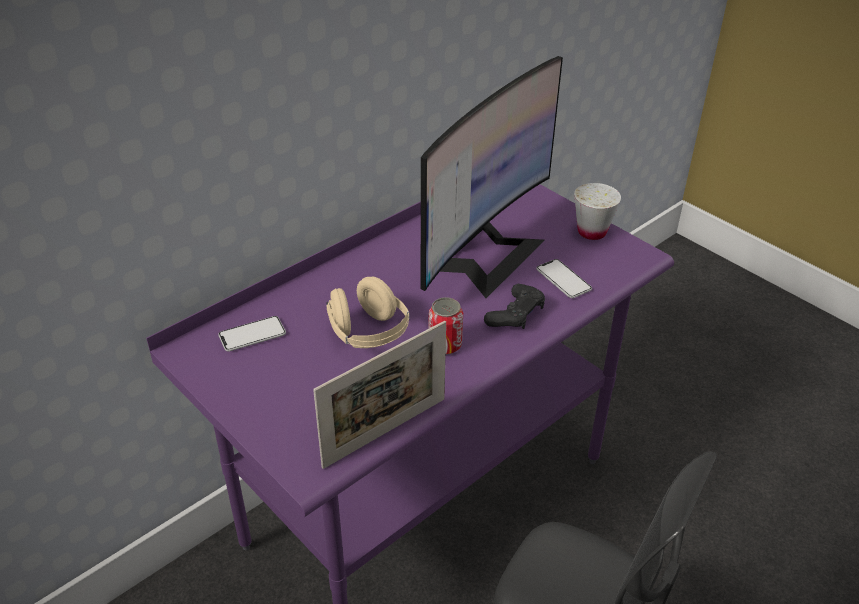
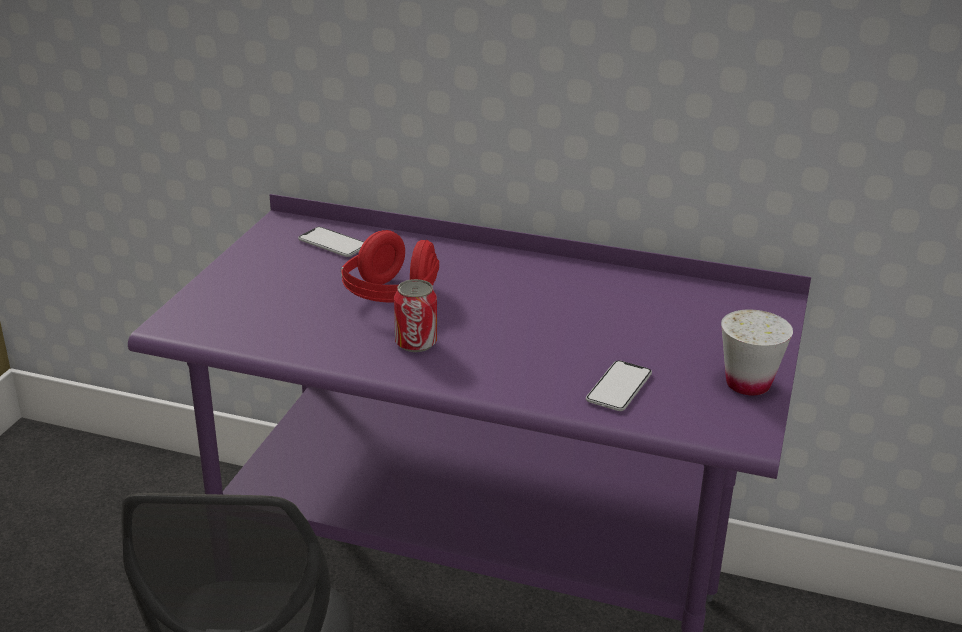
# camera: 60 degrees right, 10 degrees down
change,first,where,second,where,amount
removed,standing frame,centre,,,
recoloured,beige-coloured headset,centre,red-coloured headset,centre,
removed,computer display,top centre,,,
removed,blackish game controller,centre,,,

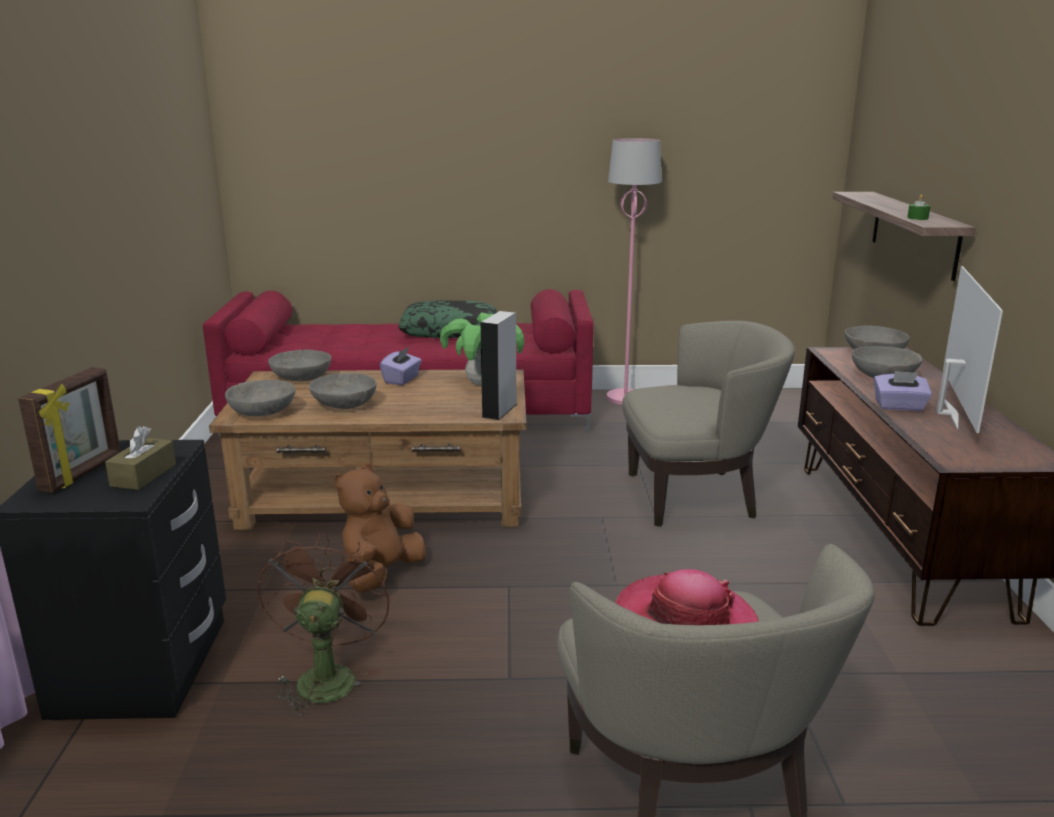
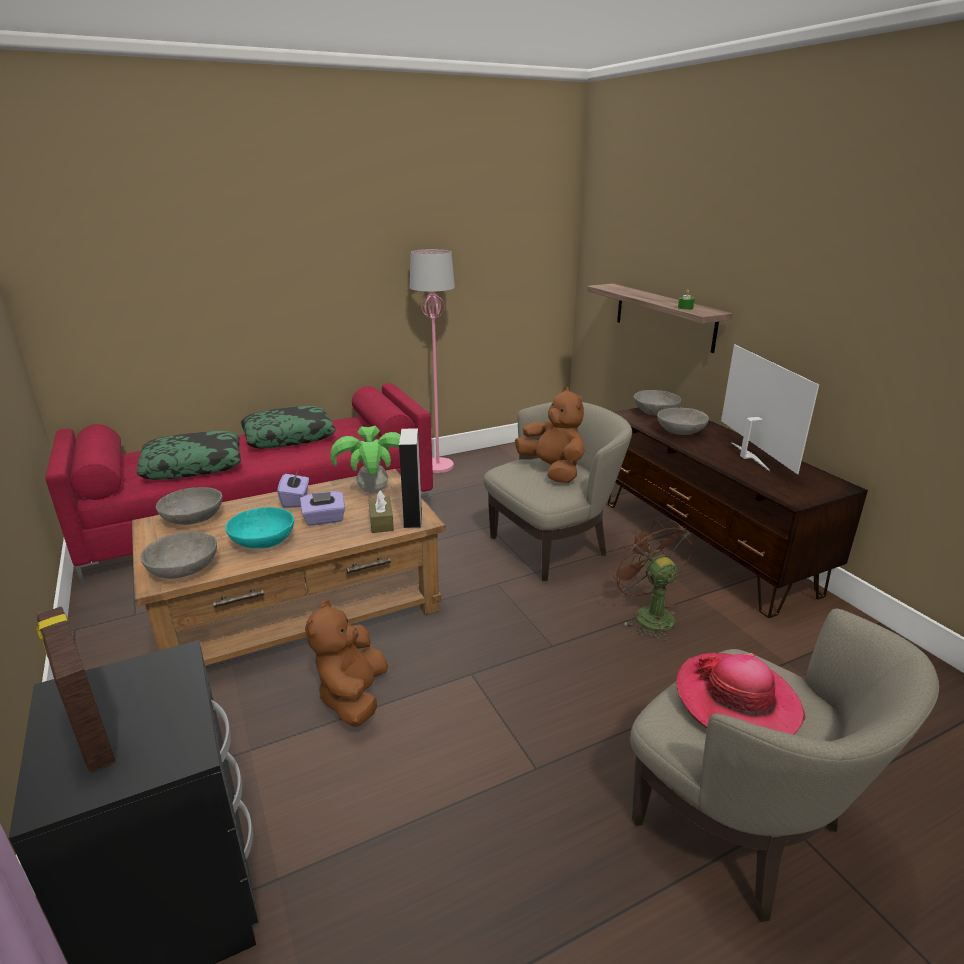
# camera: 25 degrees left, 5 degrees up
change,first,where,second,where,amount
turned,standing frame,middle left,,bottom left,150 degrees clockwise
moved,brown-coloured tissue box,middle left,,centre,
moved,brown-coloured cooling fan,bottom left,,middle right,
recoloured,gray serving bowl (3rd from left),middle left,turquoise-coloured serving bowl,middle left,
moved,purple-coloured tissue box (2nd from left),middle right,,centre,
added,,,pillow (1st from left),middle left,
added,,,brown-coloured plush toy (2nd from left),centre,

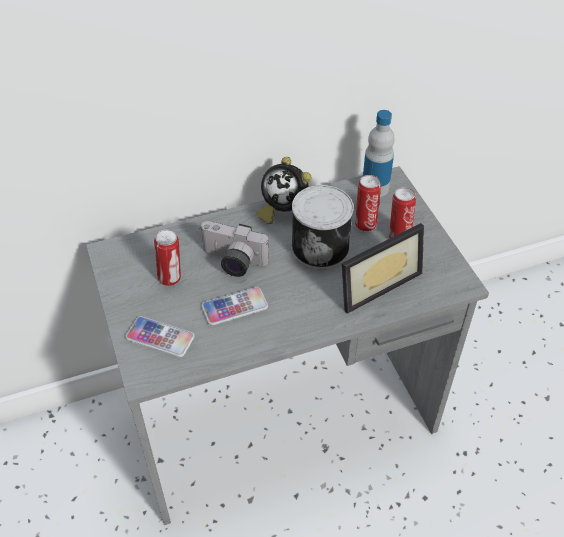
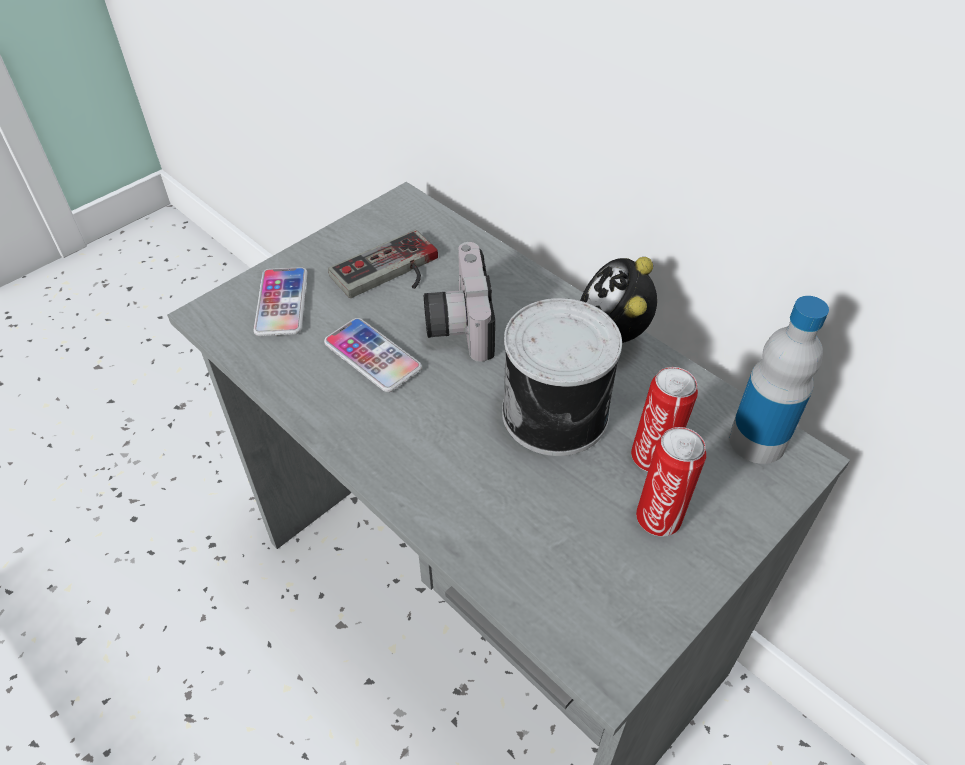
# camera: 65 degrees right, 0 degrees up
change,first,where,second,where,amount
replaced,metal can (1st from left),middle left,game controller,centre,
removed,standing frame,middle right,,,

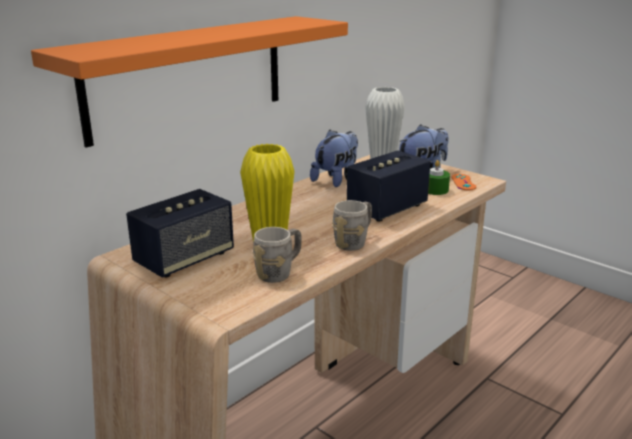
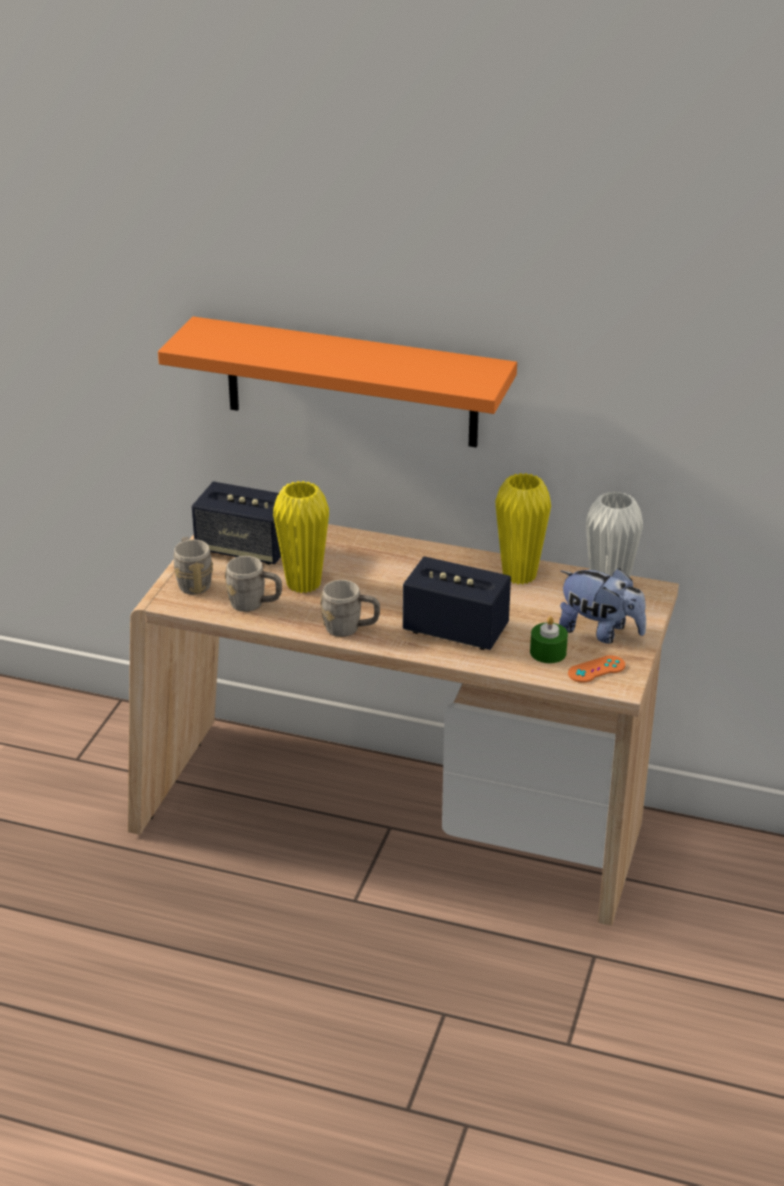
# camera: 65 degrees right, 10 degrees up
change,first,where,second,where,amount
replaced,plush toy (1st from left),centre,yellow-coloured decorative vase (2nd from left),middle right,
added,,,gray coffee mug (1st from left),middle left,

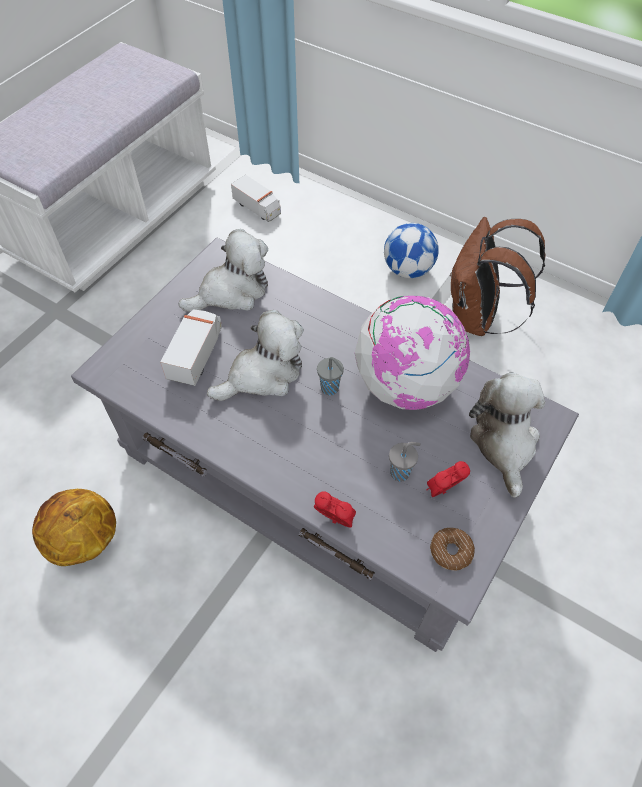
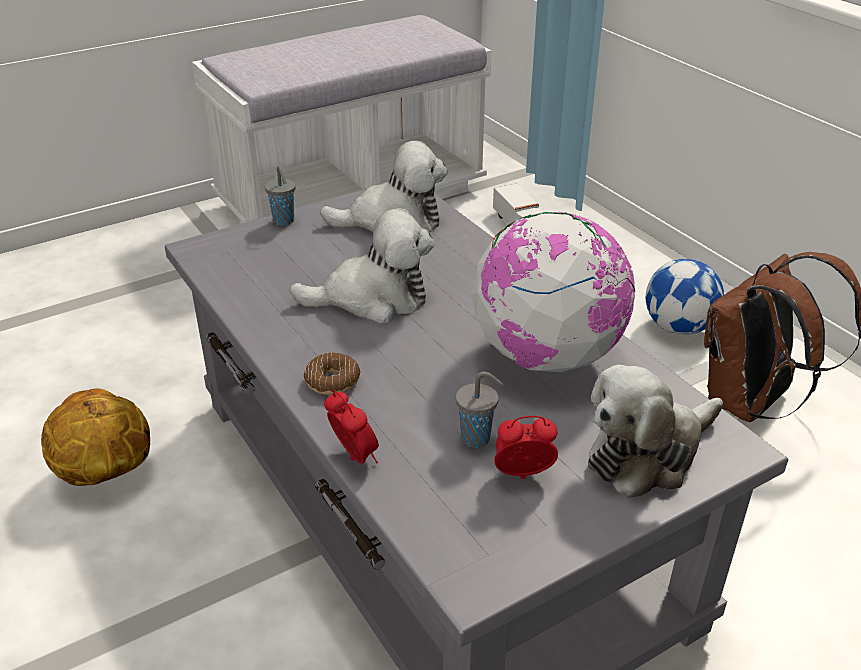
# camera: 25 degrees right, 20 degrees down
change,first,where,second,where,amount
removed,model truck (1st from left),middle left,,,
moved,gray cup (1st from left),centre,,top left,
moved,donut,bottom right,,centre,
turned,plush toy (3rd from left),middle right,,middle right,150 degrees counterclockwise

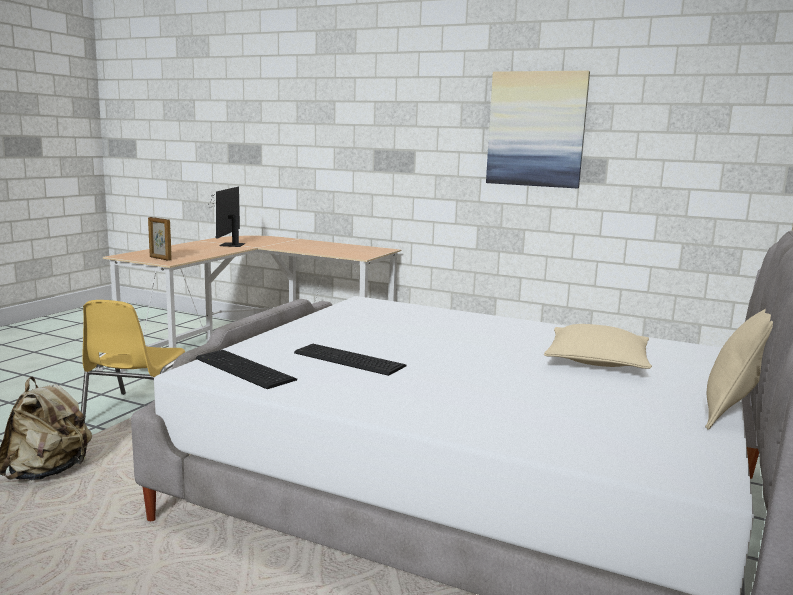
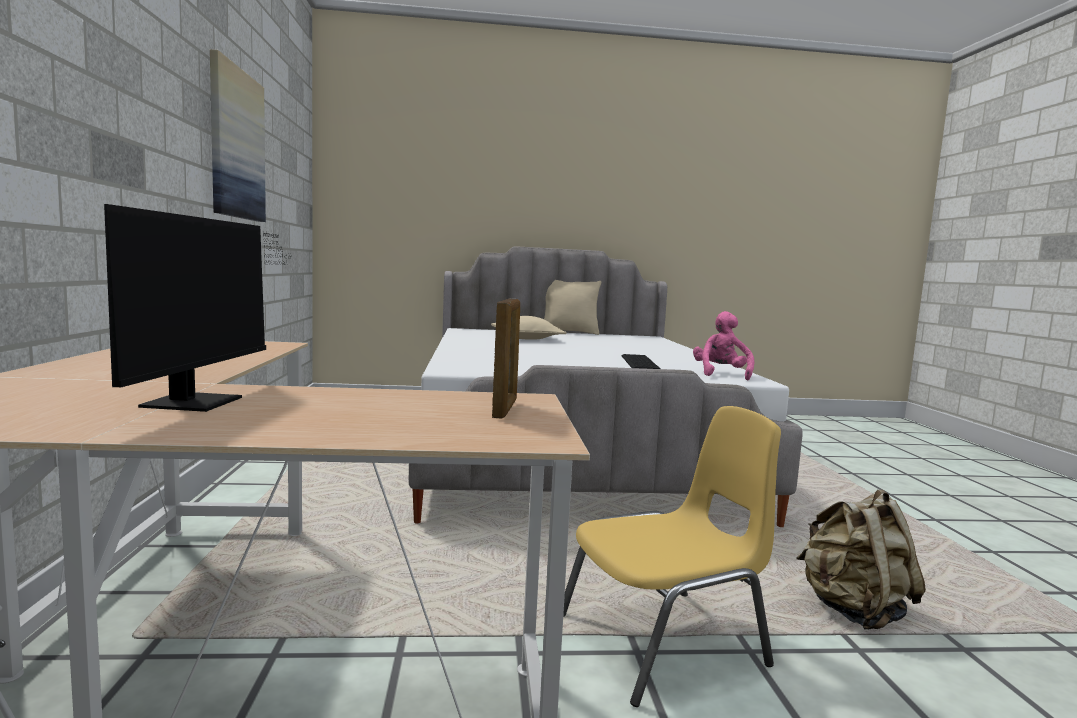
# camera: 120 degrees left, 5 degrees down
change,first,where,second,where,amount
replaced,computer keyboard (1st from left),middle left,pinkish plush toy,middle right,
turned,computer display,middle left,,middle left,60 degrees counterclockwise

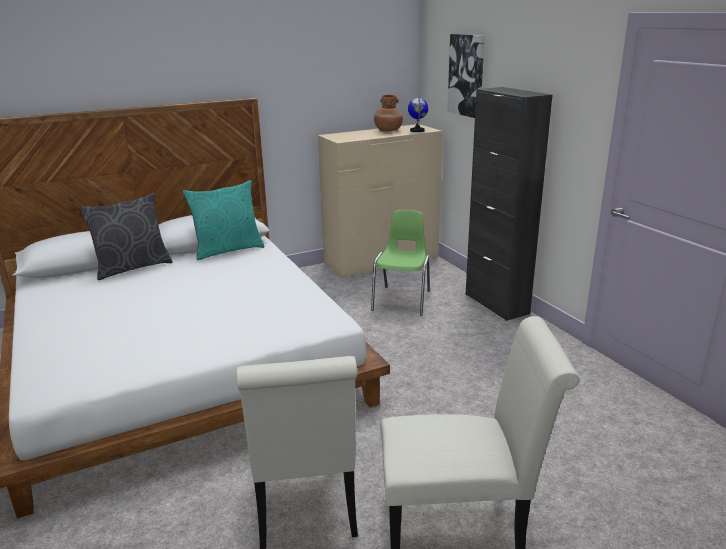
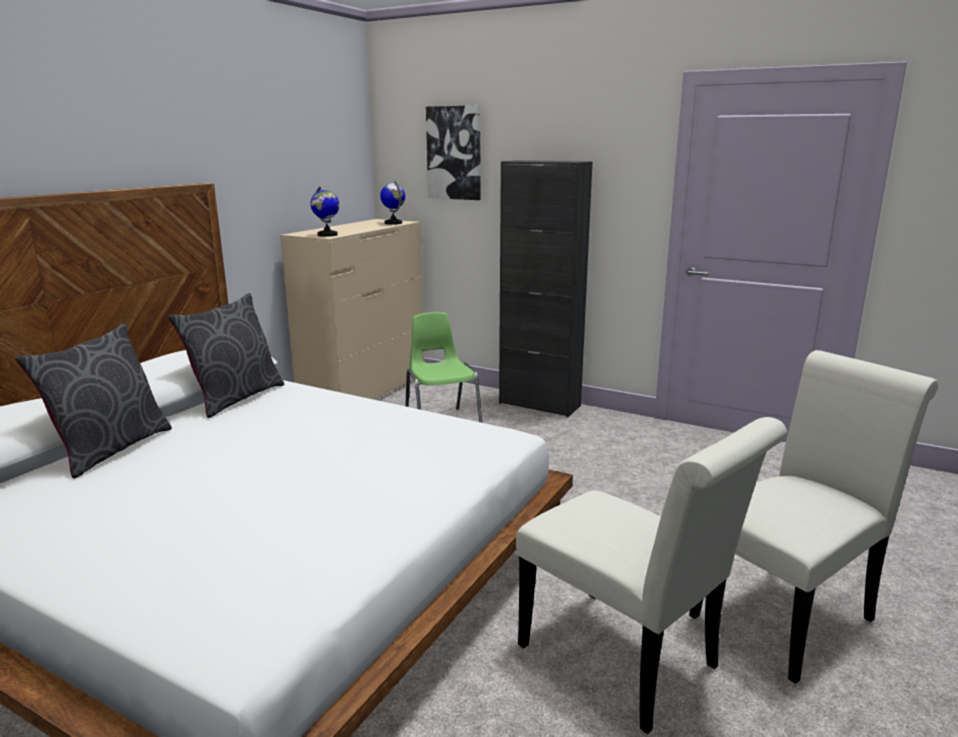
# camera: 35 degrees left, 5 degrees down
change,first,where,second,where,amount
recoloured,turquoise-coloured pillow,middle left,gray pillow (2nd from left),middle left,
removed,brown-coloured decorative vase,top centre,,,
added,,,world globe (1st from left),top centre,

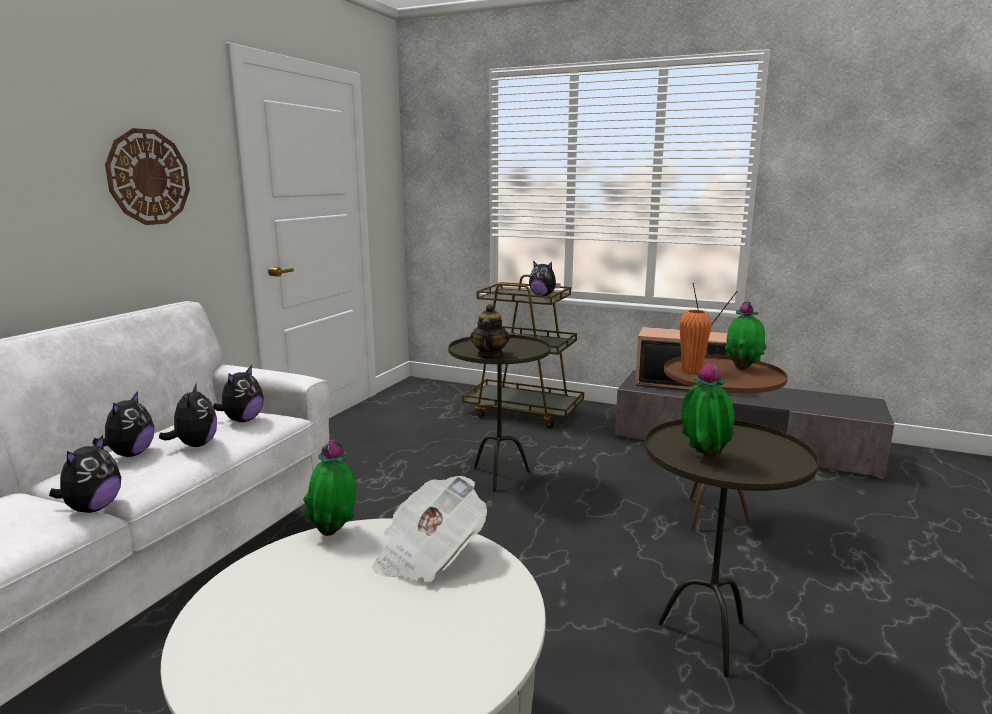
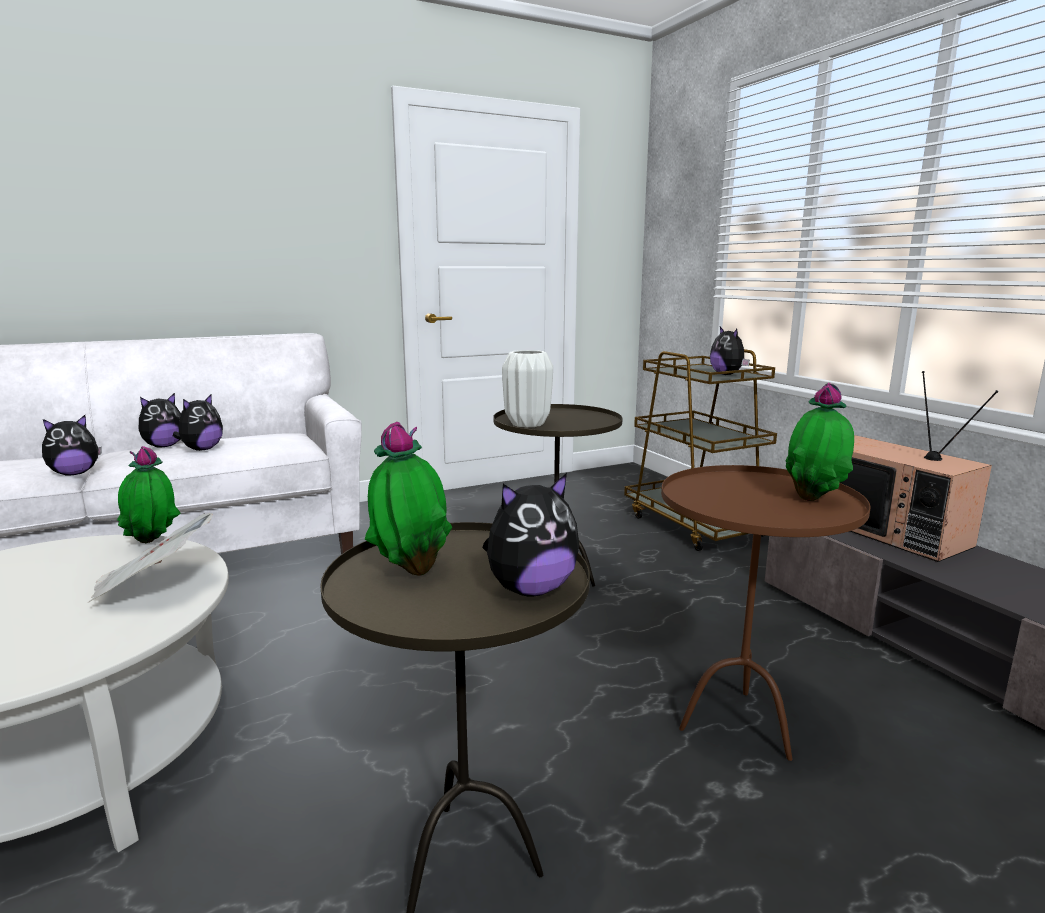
# camera: 40 degrees right, 0 degrees up
change,first,where,second,where,amount
removed,clock on the wall,top left,,,
moved,plush toy (4th from left),middle left,,centre,
replaced,teapot,centre,whitish decorative vase,centre,
removed,orange decorative vase,middle right,,,

